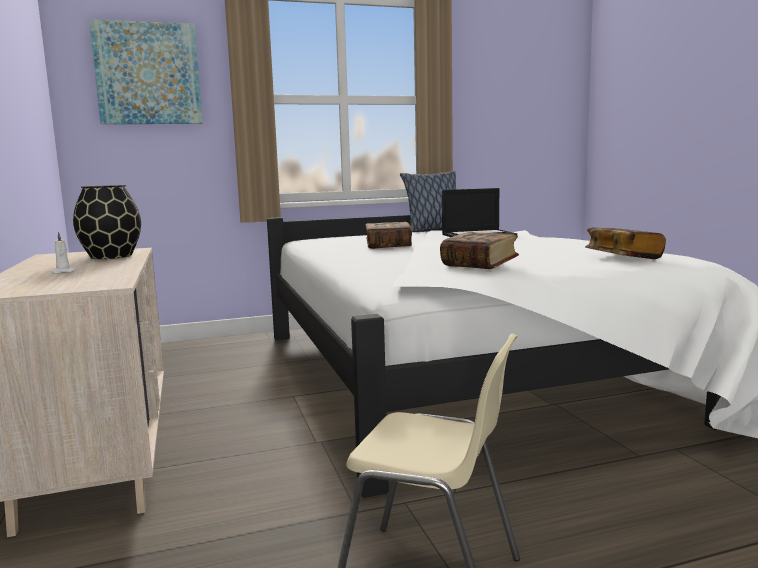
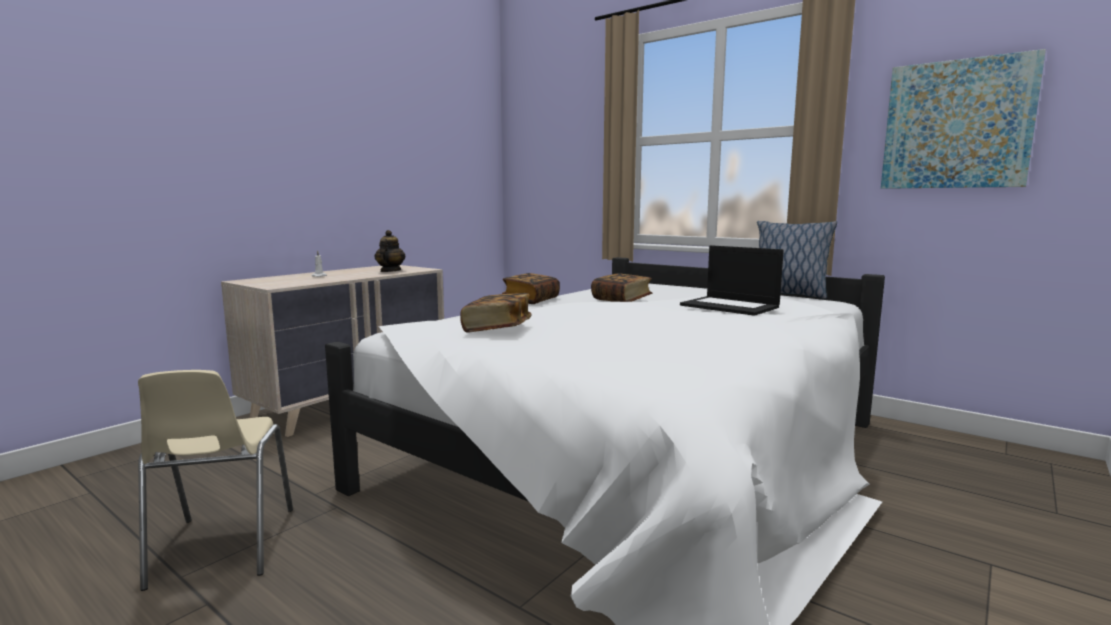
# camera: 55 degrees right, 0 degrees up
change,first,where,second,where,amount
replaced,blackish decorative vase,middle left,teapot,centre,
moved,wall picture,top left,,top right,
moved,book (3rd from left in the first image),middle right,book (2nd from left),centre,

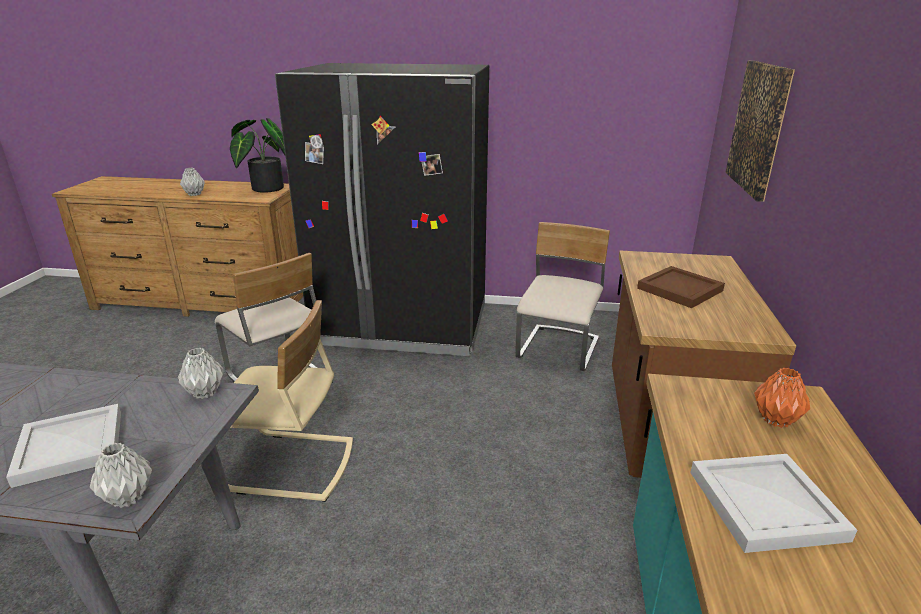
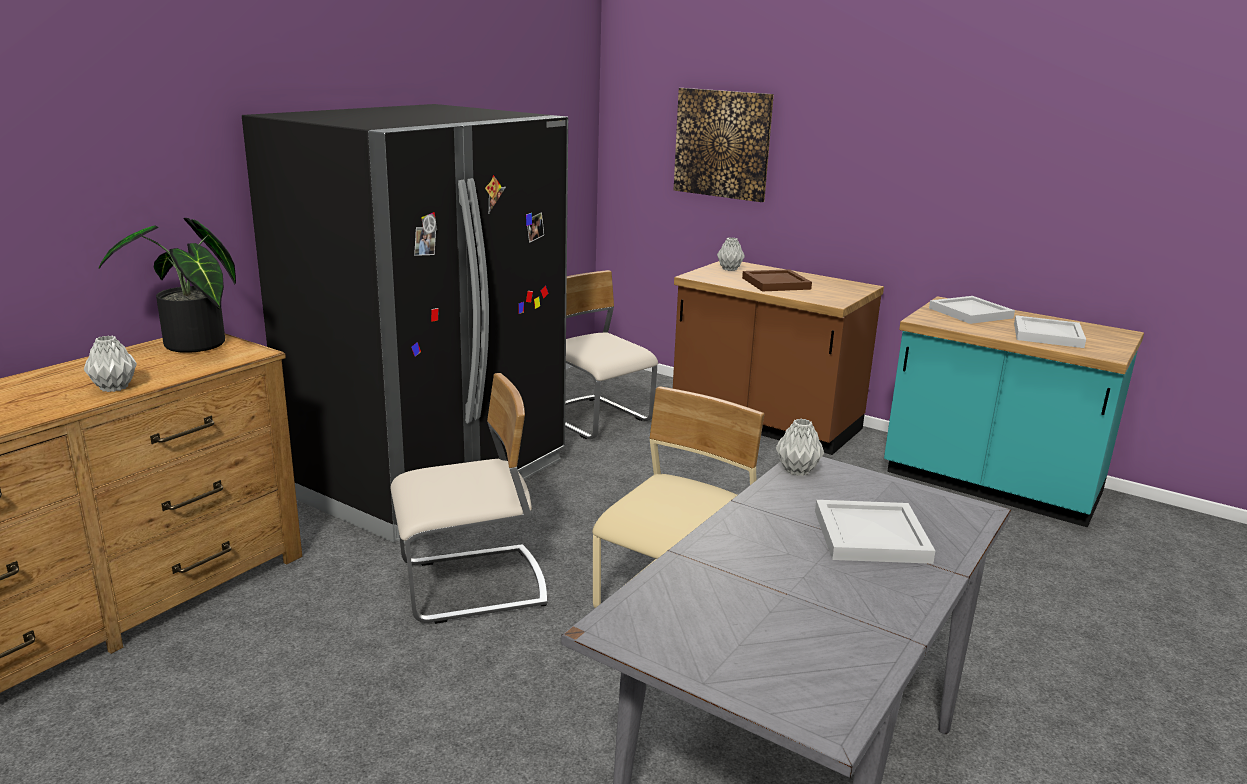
# camera: 65 degrees left, 5 degrees down
change,first,where,second,where,amount
moved,gray decorative vase (1st from left in the first image),bottom left,gray decorative vase (2nd from left),top centre,
replaced,orange decorative vase,middle right,whitish carrying tray (2nd from left),middle right,

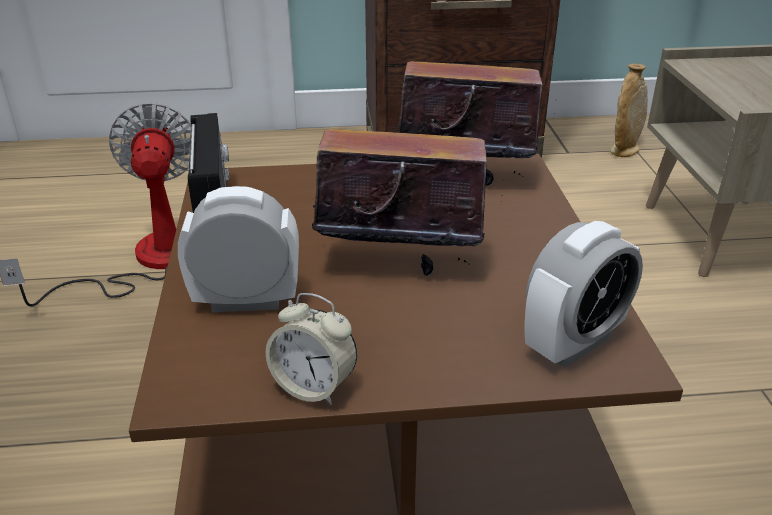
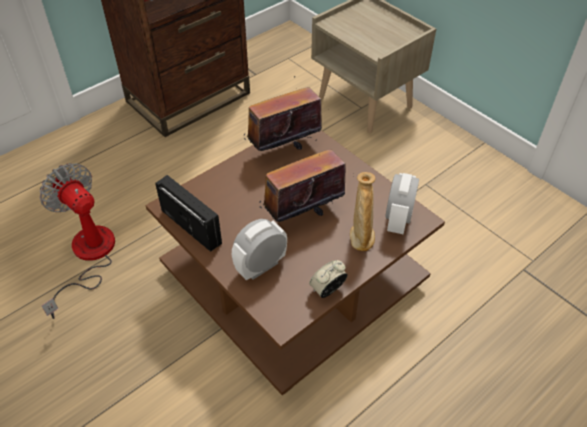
# camera: 35 degrees left, 15 degrees up
change,first,where,second,where,amount
turned,table clock (2nd from left),bottom centre,,centre,150 degrees clockwise
moved,beige-coloured decorative vase,top right,,centre,

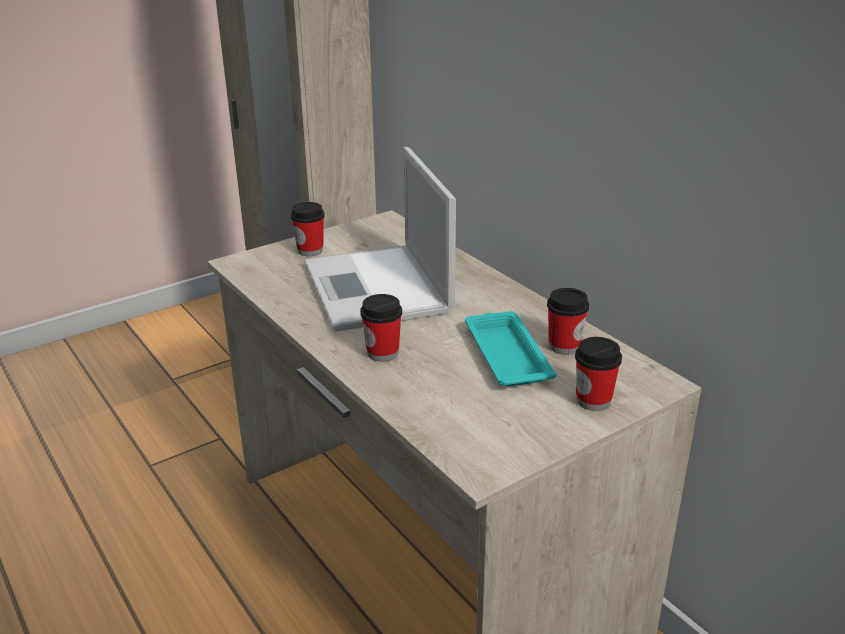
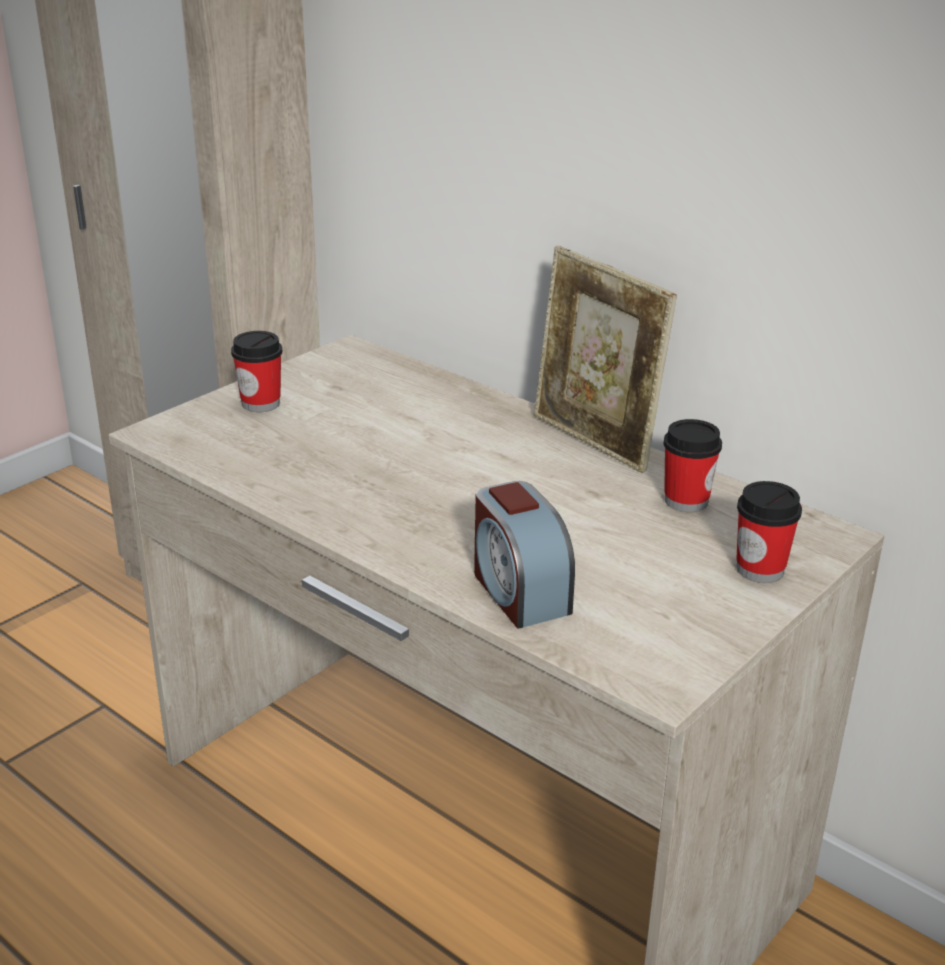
# camera: 15 degrees left, 0 degrees up
change,first,where,second,where,amount
removed,laptop,centre,,,
removed,cup (2nd from left),centre,,,
removed,turquoise-coloured carrying tray,centre,,,
added,,,table clock,centre,
added,,,standing frame,centre,

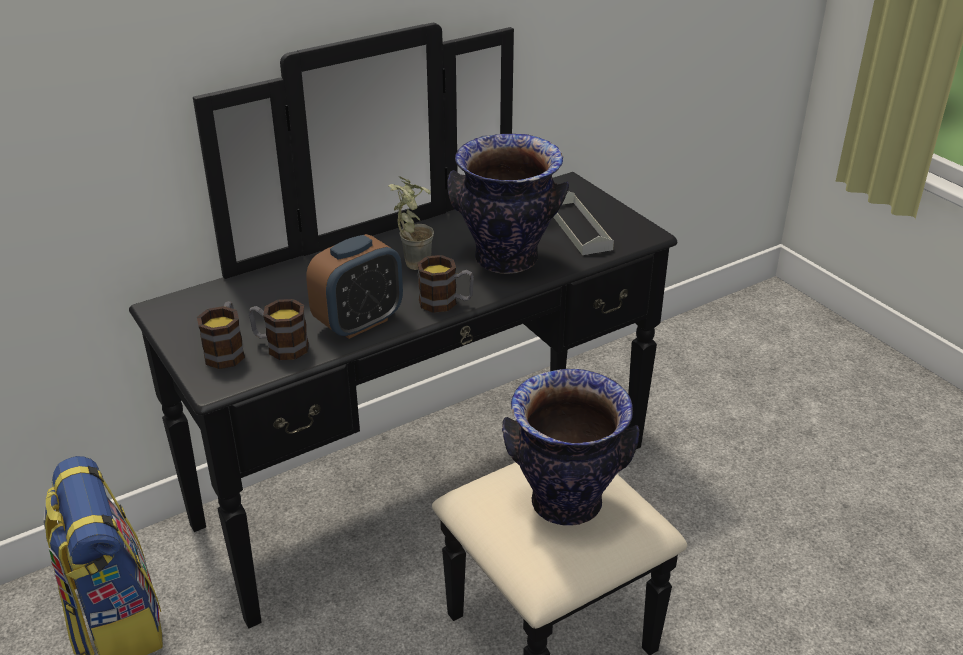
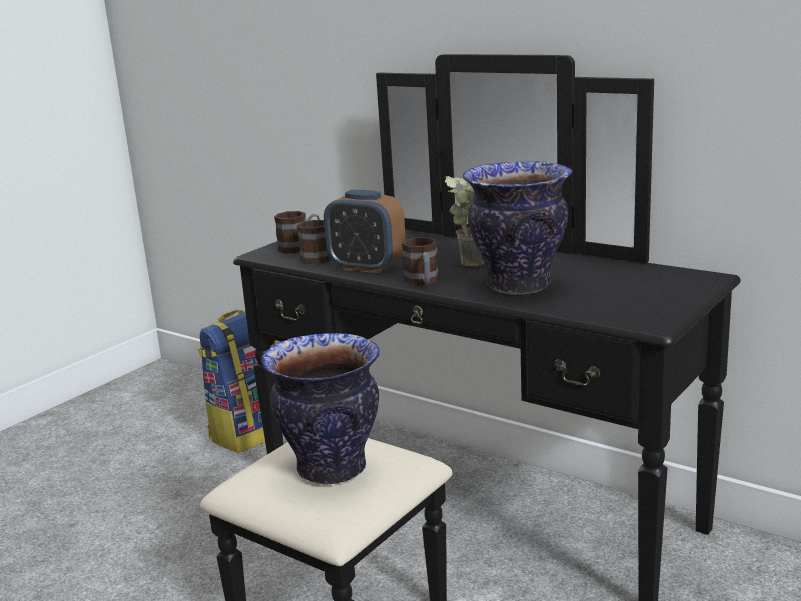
# camera: 70 degrees right, 15 degrees down
change,first,where,second,where,amount
removed,gray carrying tray,centre,,,

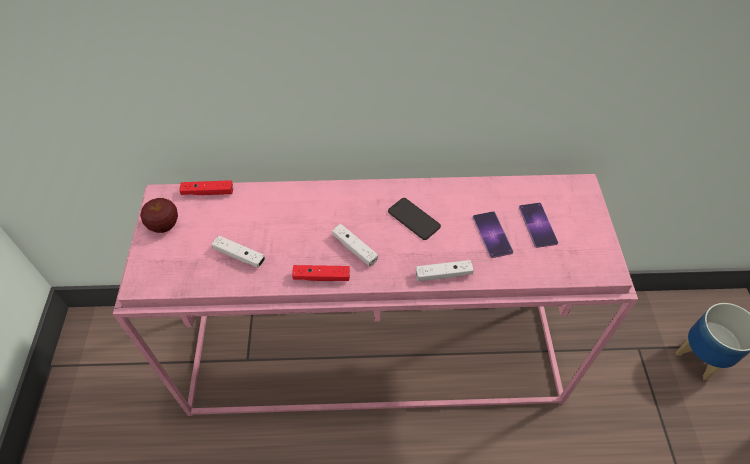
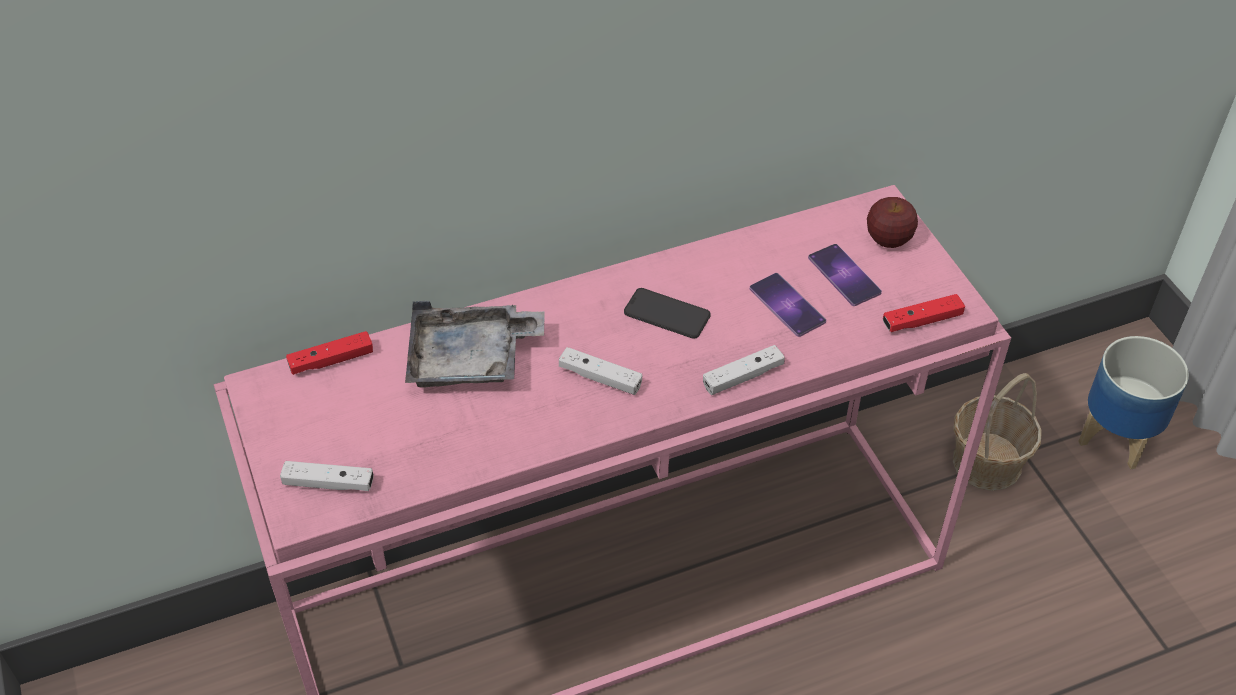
# camera: 20 degrees left, 5 degrees down
change,first,where,second,where,amount
moved,apple,middle left,,top right,
moved,whitish game controller (1st from left),middle left,,bottom left,
moved,red-coloured game controller (2nd from left),centre,,middle right,
added,,,gray carrying tray,centre,
added,,,basket,middle right,

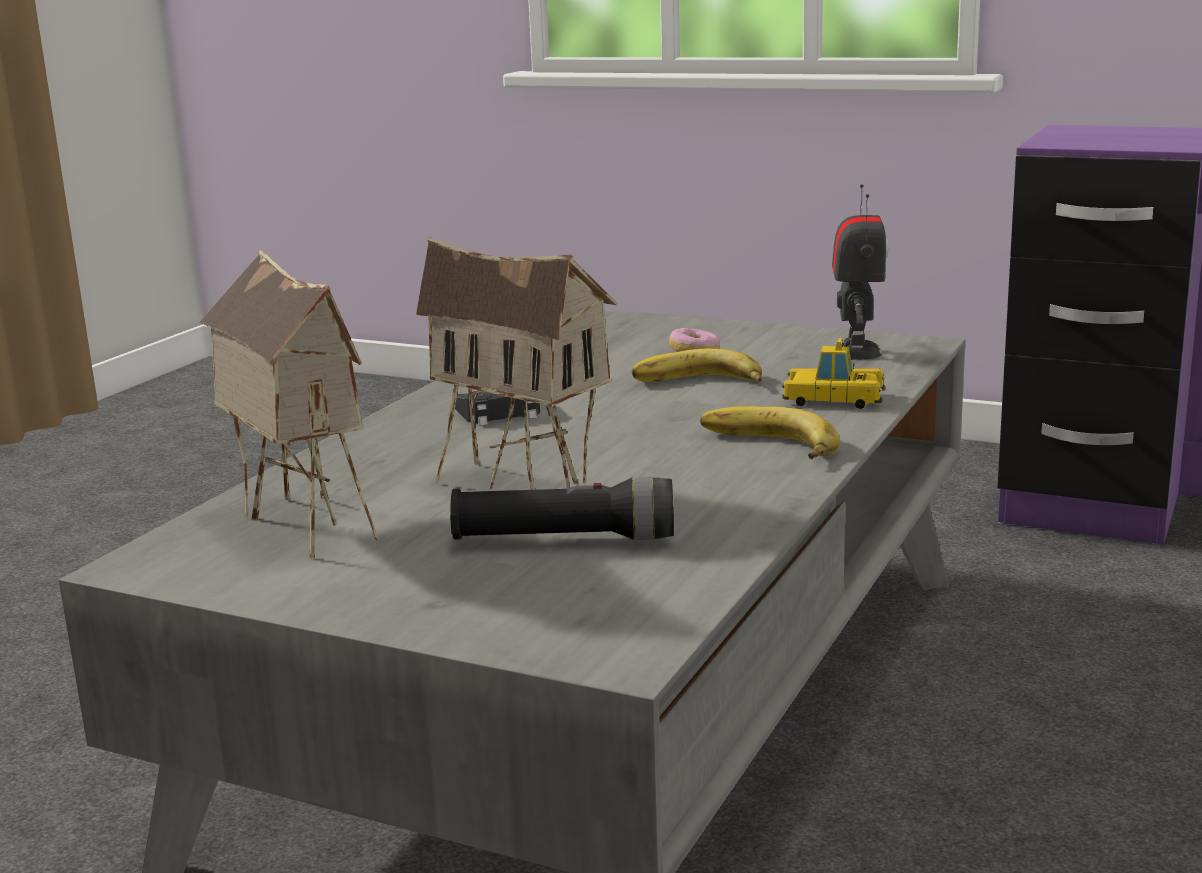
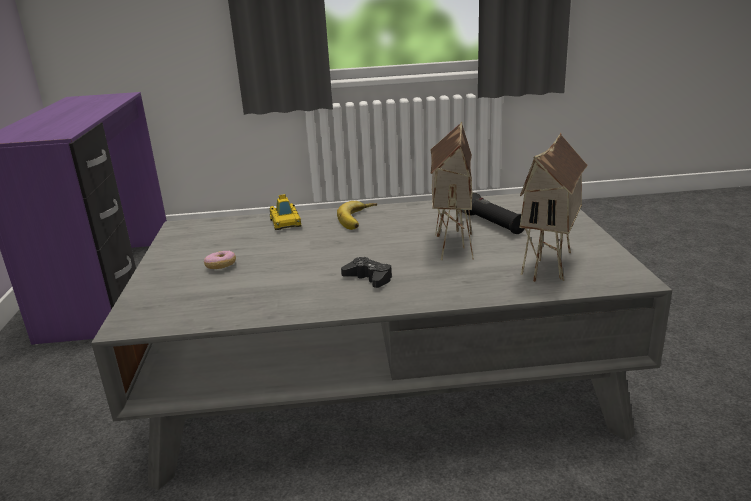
# camera: 120 degrees left, 5 degrees up
change,first,where,second,where,amount
removed,banana fruit (1st from left),centre,,,
removed,model robot,top right,,,

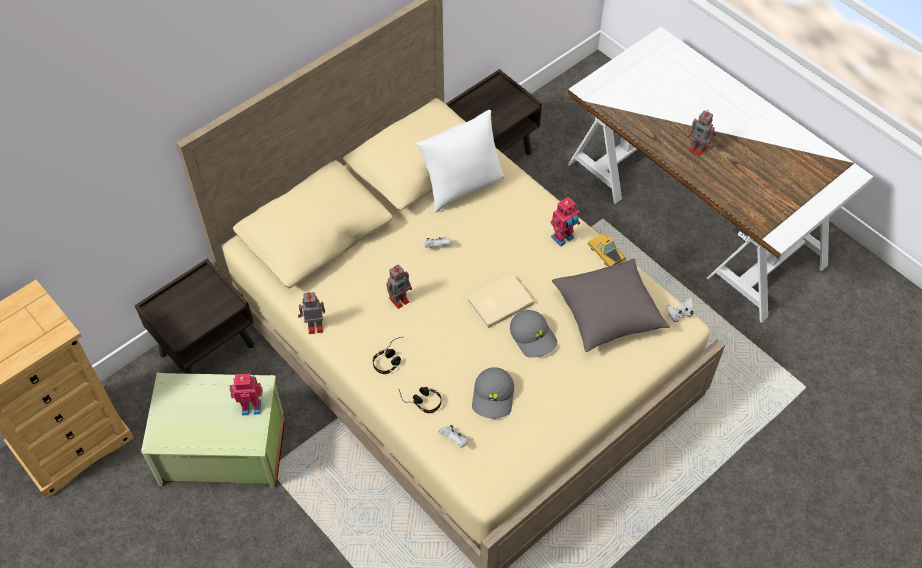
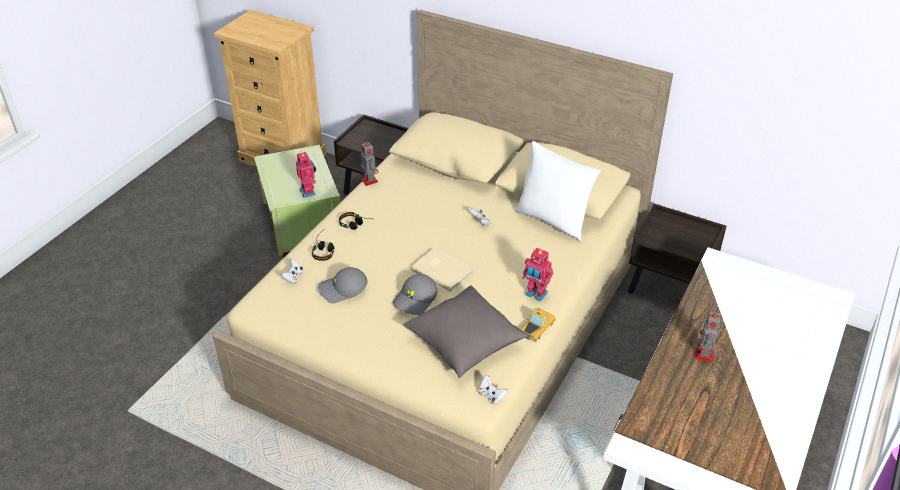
# camera: 70 degrees right, 15 degrees down
change,first,where,second,where,amount
removed,model robot (3rd from left),centre,,,

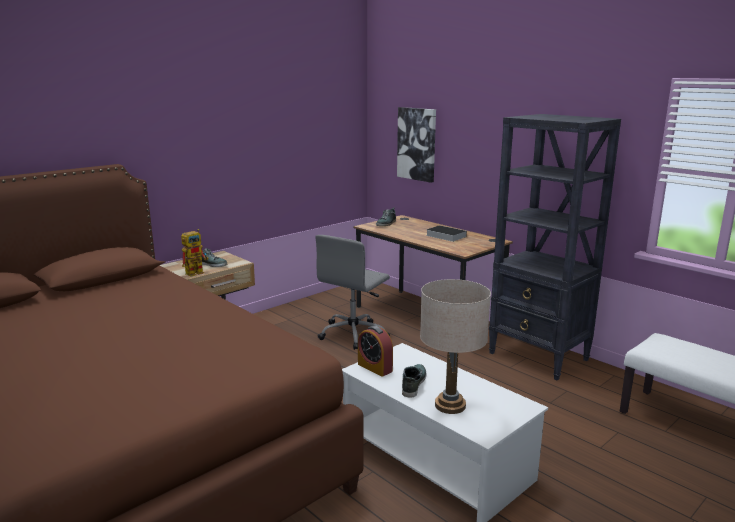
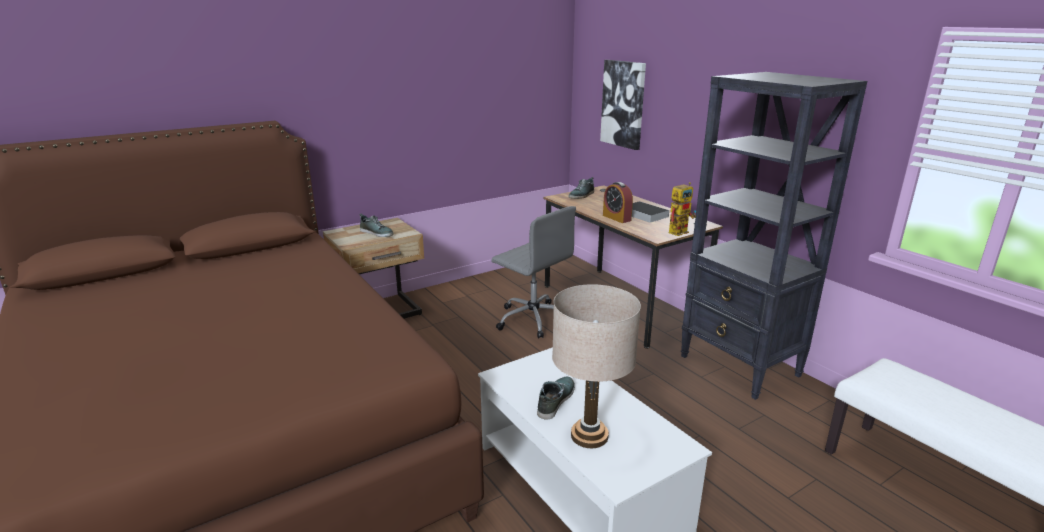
# camera: 10 degrees right, 5 degrees up
change,first,where,second,where,amount
moved,model robot,middle left,,centre,
turned,gray desk chair,centre,,centre,90 degrees counterclockwise
moved,table clock,bottom centre,,centre,

